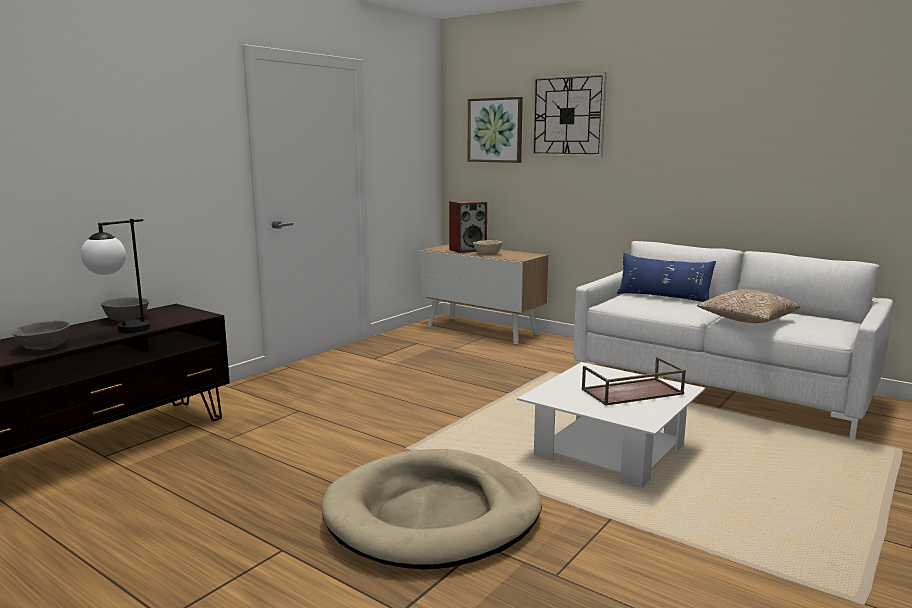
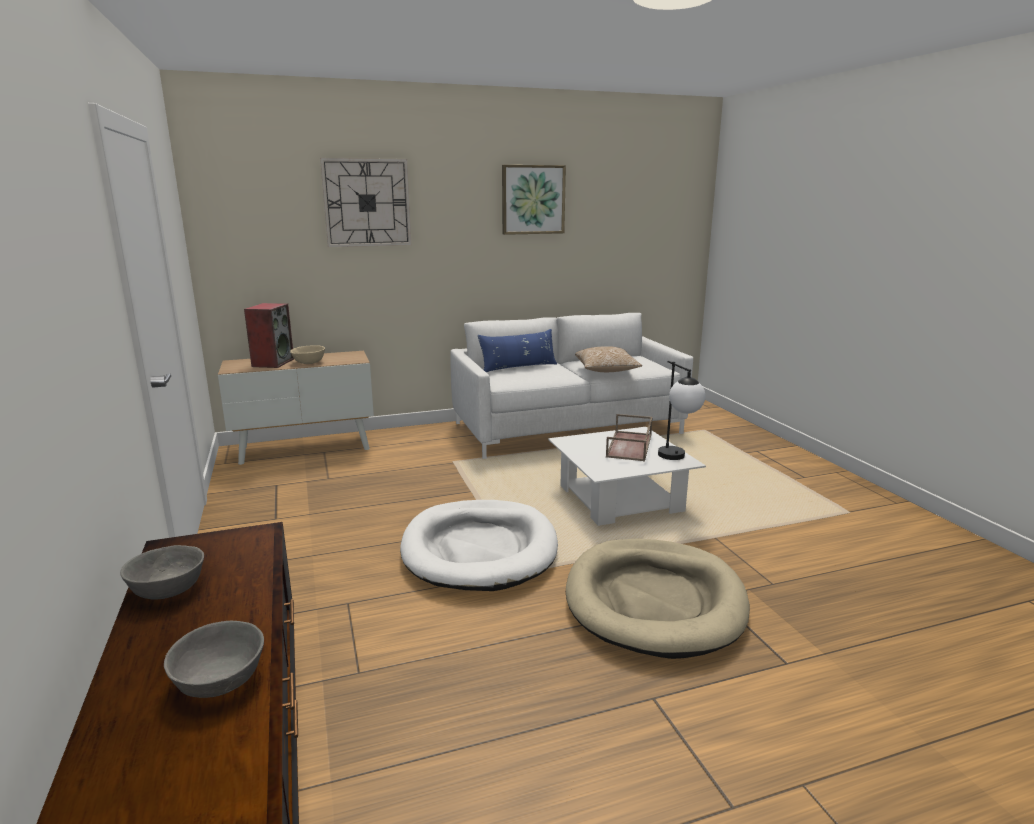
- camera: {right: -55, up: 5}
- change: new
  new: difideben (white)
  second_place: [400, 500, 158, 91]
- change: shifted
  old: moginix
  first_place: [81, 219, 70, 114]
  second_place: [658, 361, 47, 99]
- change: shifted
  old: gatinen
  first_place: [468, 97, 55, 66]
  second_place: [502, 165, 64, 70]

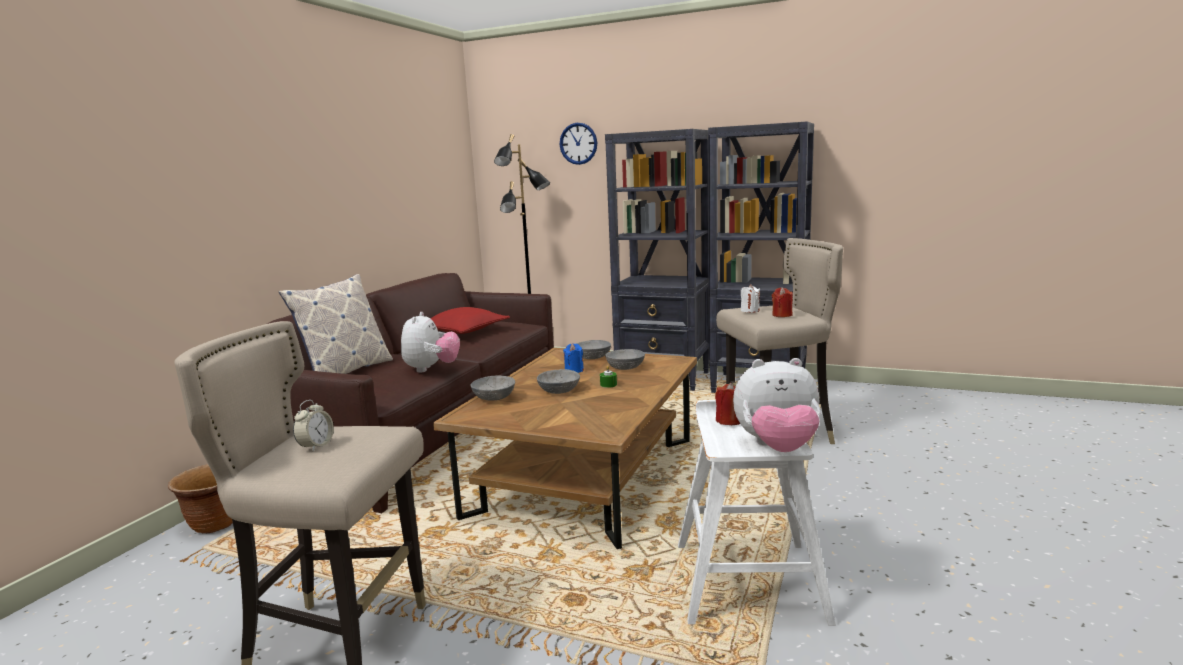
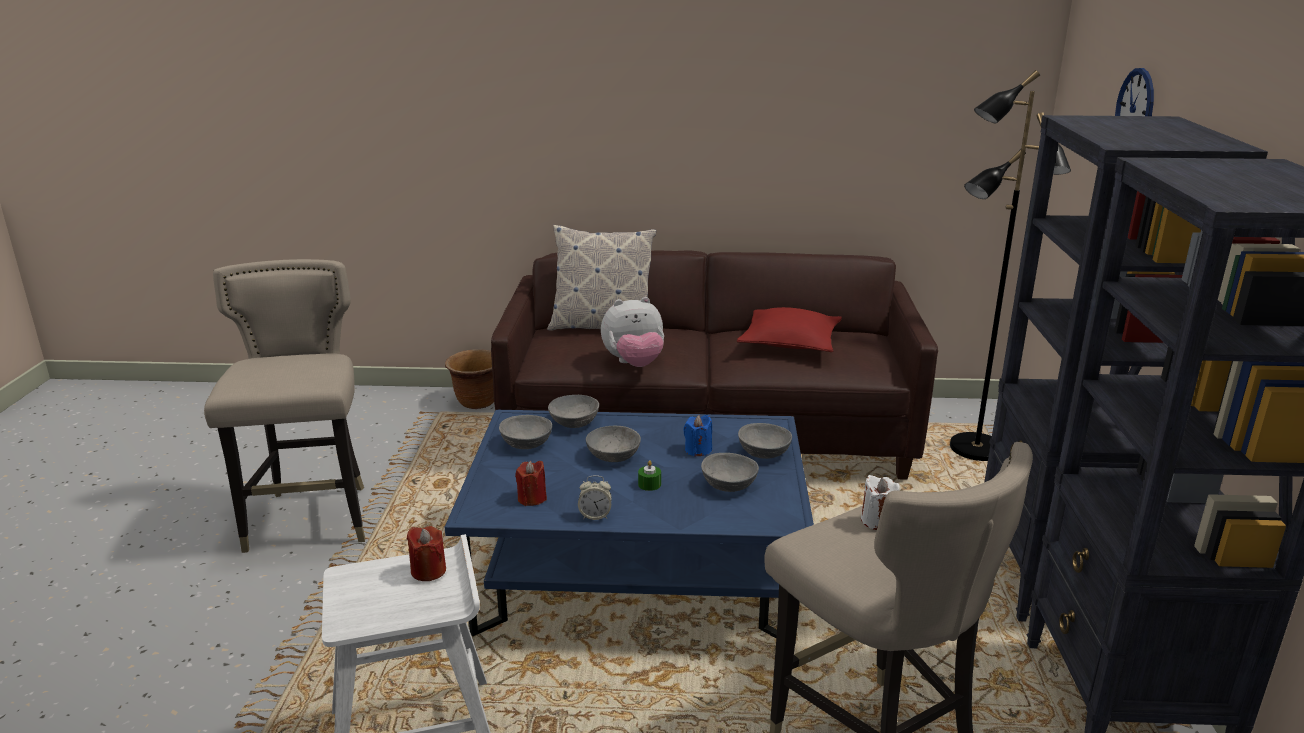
- camera: {right: 70, up: 10}
- change: gone
  old: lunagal
  first_place: [733, 358, 88, 94]
- change: new
  new: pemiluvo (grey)
  second_place: [499, 415, 53, 34]
- change: shifted
  old: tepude
  first_place: [293, 400, 41, 51]
  second_place: [578, 475, 34, 45]
- change: shifted
  old: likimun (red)
  first_place: [772, 287, 21, 30]
  second_place: [515, 461, 32, 45]
- change: repainted
  old: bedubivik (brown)
  new: bedubivik (blue)
  first_place: [433, 348, 264, 201]
  second_place: [445, 410, 369, 228]

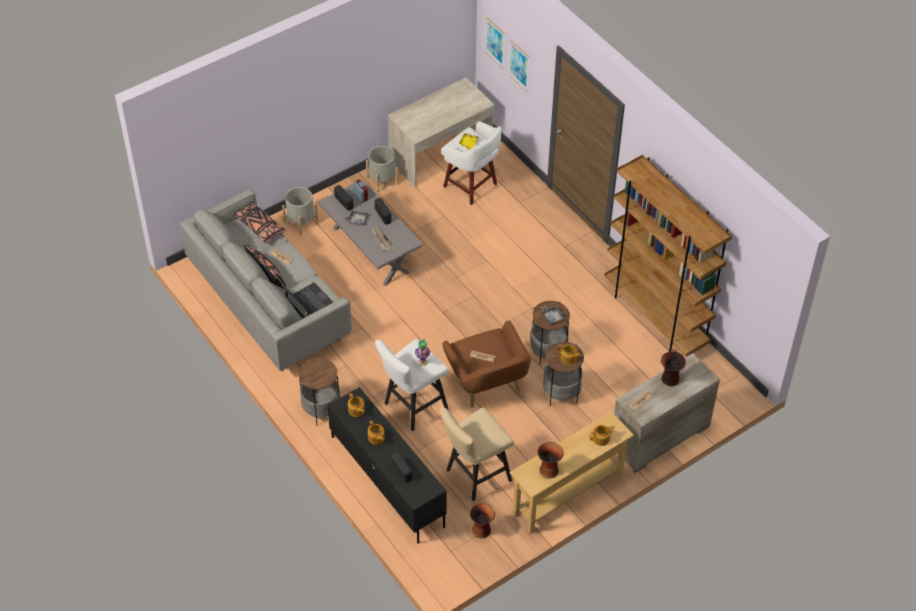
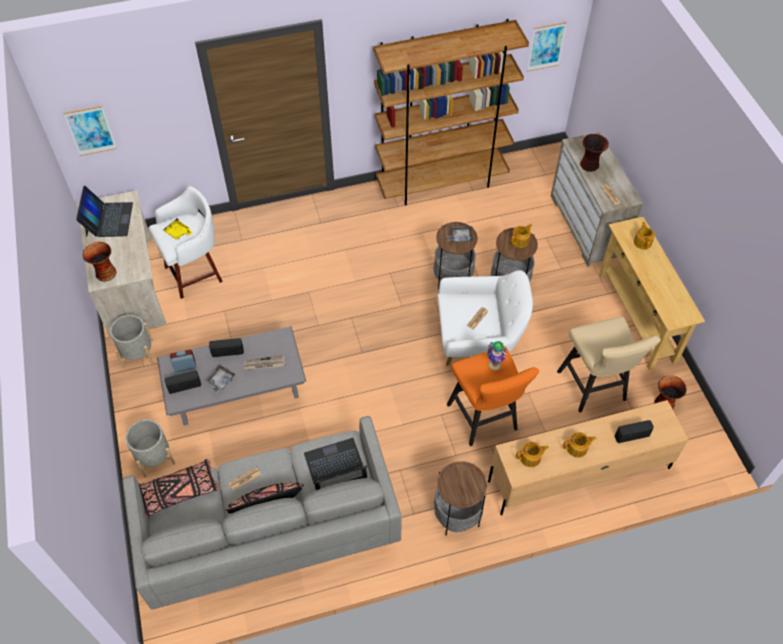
- camera: {right: -70, up: 5}
- change: new
  new: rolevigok
  second_place: [76, 186, 57, 51]
- change: shifted
  old: gatinen
  first_place: [509, 40, 20, 51]
  second_place: [527, 22, 40, 49]
- change: shifted
  old: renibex
  first_place: [537, 442, 27, 36]
  second_place: [83, 242, 34, 40]
- change: repainted
  old: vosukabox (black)
  new: vosukabox (beige)
  first_place: [327, 387, 120, 157]
  second_place: [488, 400, 201, 115]
- change: repainted
  old: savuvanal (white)
  new: savuvanal (orange)
  first_place: [375, 339, 73, 92]
  second_place: [447, 346, 92, 100]
- change: repainted
  old: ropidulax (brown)
  new: ropidulax (white)
  first_place: [443, 321, 88, 87]
  second_place: [438, 270, 95, 96]

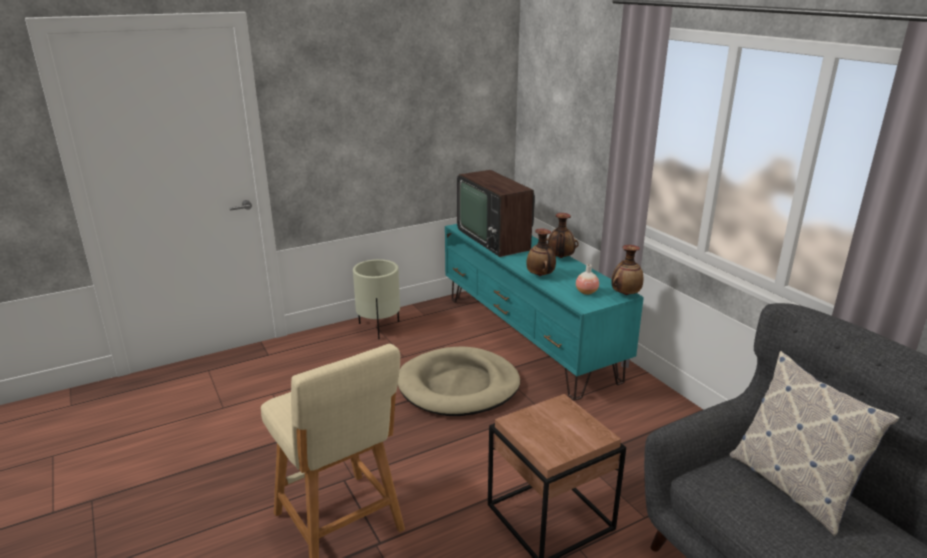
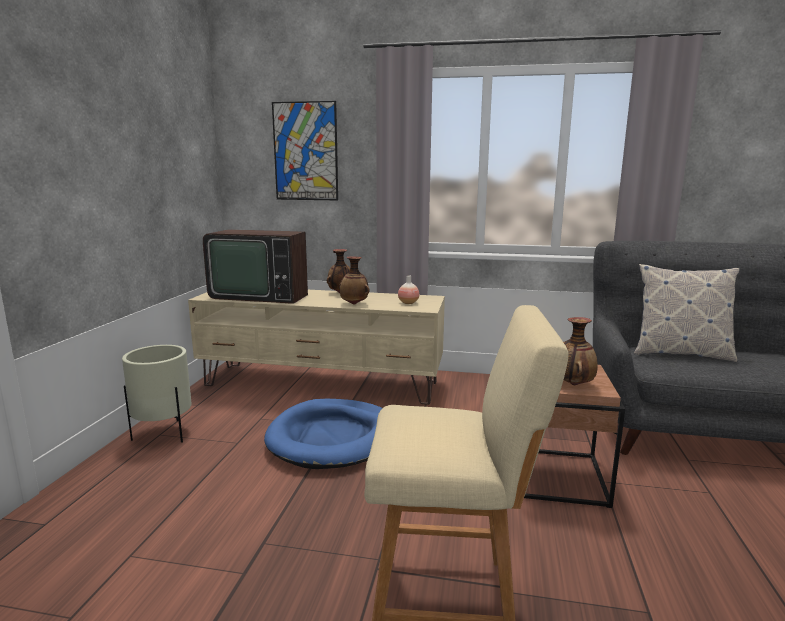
- camera: {right: -50, up: -10}
- change: new
  new: gatinen
  second_place: [272, 101, 66, 99]
- change: shifted
  old: renibex
  first_place: [612, 245, 31, 50]
  second_place: [563, 317, 35, 68]
- change: repainted
  old: difideben (beige)
  new: difideben (blue)
  first_place: [398, 346, 122, 70]
  second_place: [264, 399, 118, 70]
- change: repainted
  old: vosukabox (turquoise)
  new: vosukabox (beige)
  first_place: [445, 224, 199, 177]
  second_place: [188, 290, 257, 115]

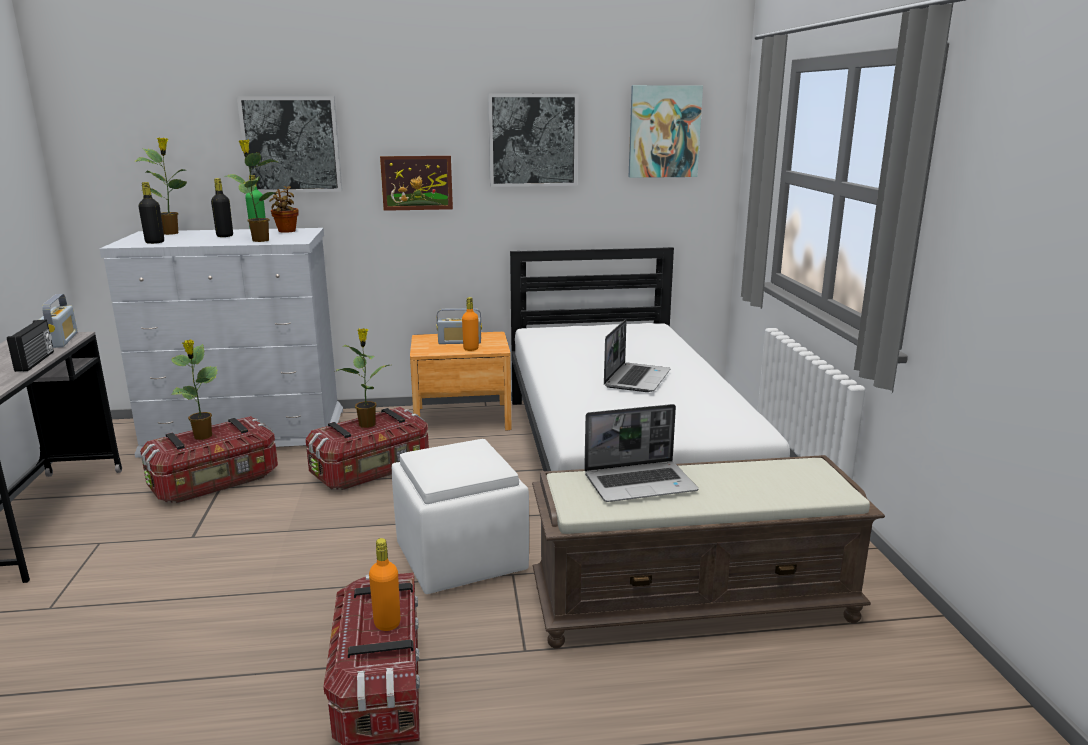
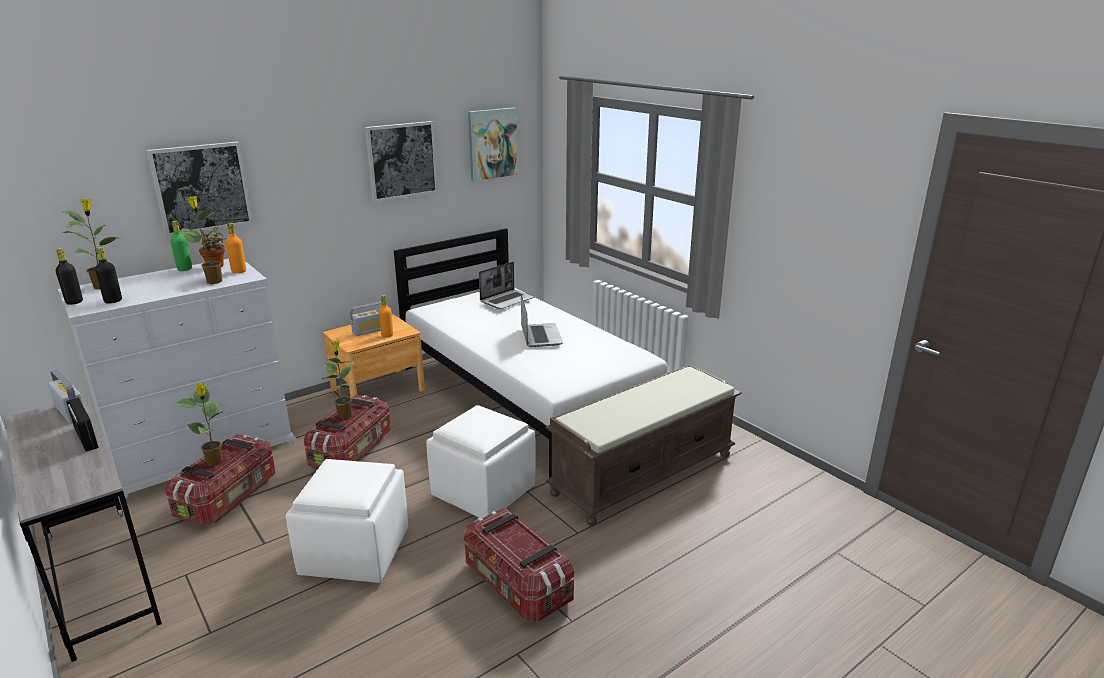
- camera: {right: -30, up: 5}
- change: gone
  old: gatinen
  first_place: [380, 156, 73, 55]
- change: new
  new: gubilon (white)
  second_place: [286, 459, 122, 124]
- change: shifted
  old: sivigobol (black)
  first_place: [211, 178, 22, 59]
  second_place: [56, 248, 27, 57]
- change: shifted
  old: sivigobol (orange)
  first_place: [369, 538, 32, 93]
  second_place: [225, 223, 21, 50]
- change: shifted
  old: rolevigok
  first_place: [584, 404, 115, 98]
  second_place: [479, 262, 55, 47]

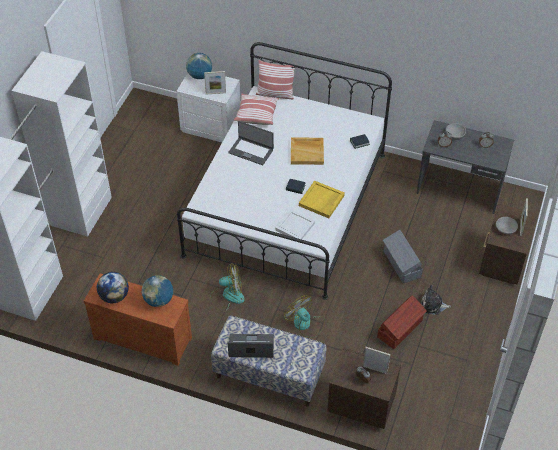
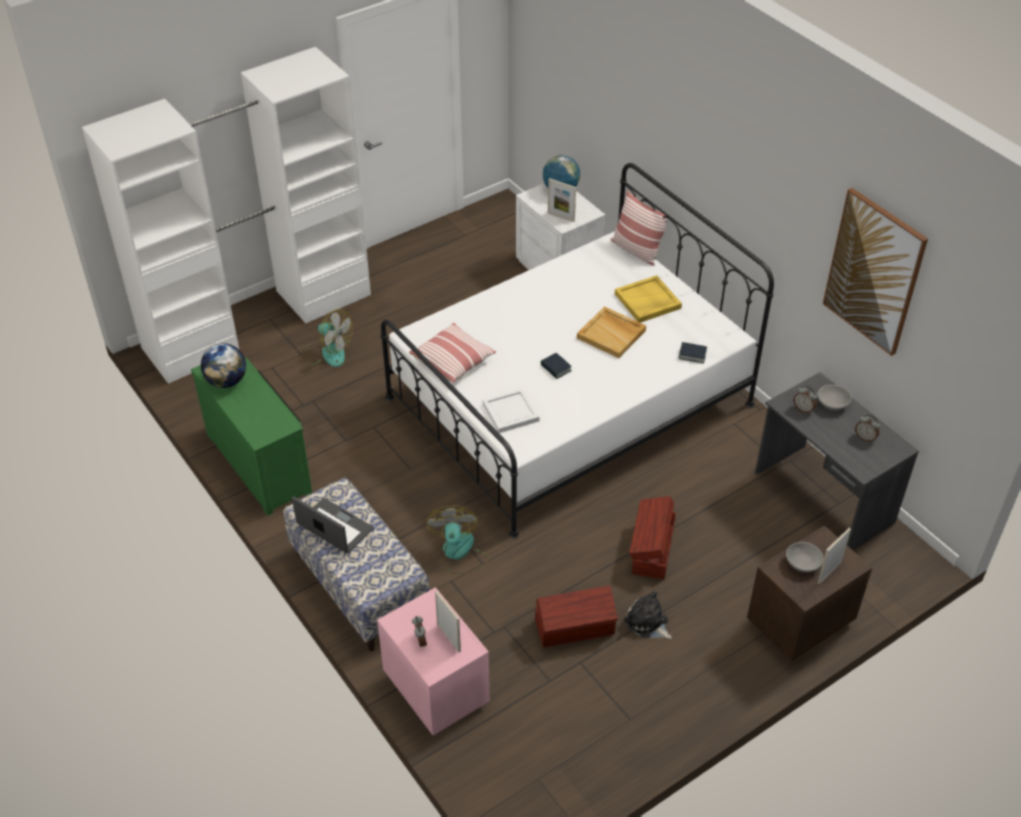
- camera: {right: 35, up: -5}
- change: gone
  old: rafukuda
  first_place: [142, 275, 31, 32]
- change: gone
  old: rolevigok
  first_place: [228, 121, 46, 44]
- change: new
  new: gatinen
  second_place: [823, 188, 105, 168]
- change: shifted
  old: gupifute
  first_place: [211, 263, 34, 49]
  second_place: [303, 309, 50, 58]
- change: shifted
  old: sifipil
  first_place: [234, 94, 45, 31]
  second_place: [409, 323, 87, 60]
- change: shifted
  old: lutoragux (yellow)
  first_place: [299, 180, 46, 38]
  second_place: [615, 275, 67, 48]
- change: repainted
  old: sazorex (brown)
  new: sazorex (green)
  first_place: [84, 273, 108, 93]
  second_place: [191, 357, 121, 159]
- change: repainted
  old: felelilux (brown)
  new: felelilux (pink)
  first_place: [327, 347, 74, 82]
  second_place: [377, 587, 113, 148]
- change: repainted
  old: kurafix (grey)
  new: kurafix (brown)
  first_place: [383, 230, 40, 54]
  second_place: [629, 496, 47, 83]

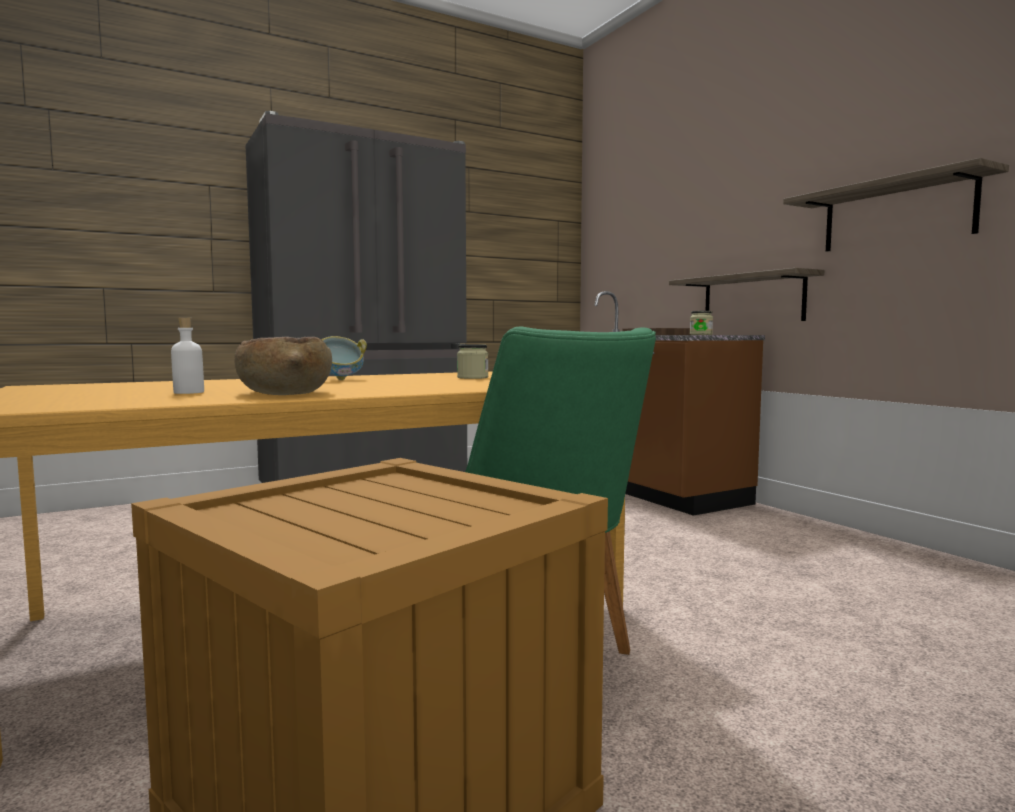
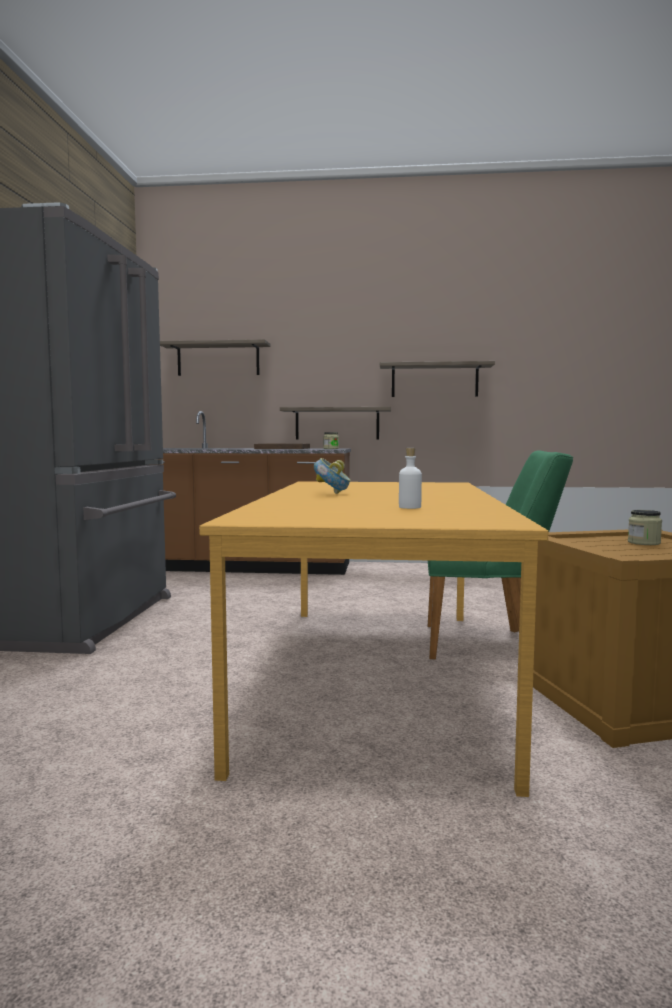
- camera: {right: -55, up: 0}
- change: gone
  old: pemiluvo (brown)
  first_place: [234, 337, 98, 58]
- change: new
  new: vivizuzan
  second_place: [160, 339, 110, 37]
- change: shifted
  old: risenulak
  first_place: [457, 344, 31, 35]
  second_place: [628, 510, 34, 35]

